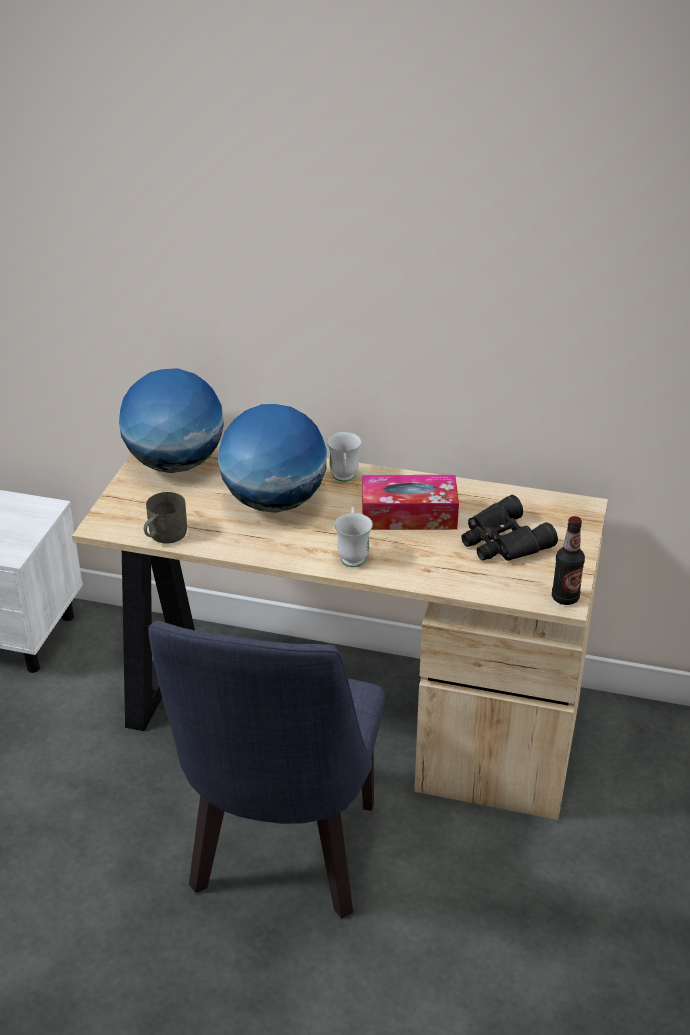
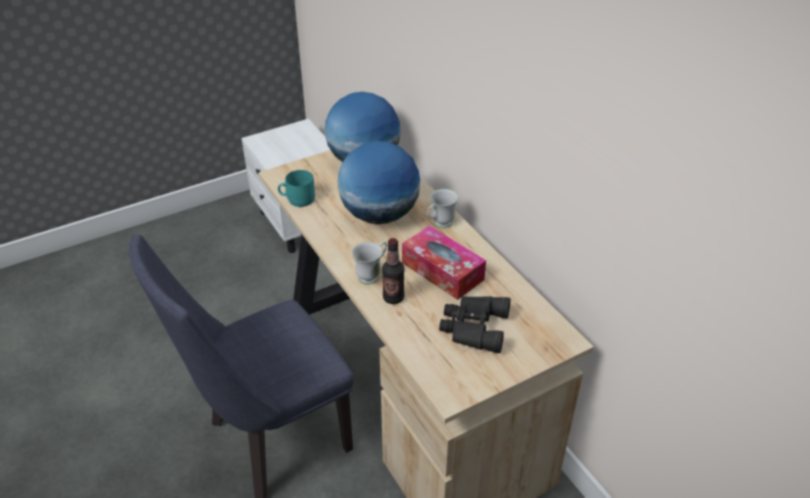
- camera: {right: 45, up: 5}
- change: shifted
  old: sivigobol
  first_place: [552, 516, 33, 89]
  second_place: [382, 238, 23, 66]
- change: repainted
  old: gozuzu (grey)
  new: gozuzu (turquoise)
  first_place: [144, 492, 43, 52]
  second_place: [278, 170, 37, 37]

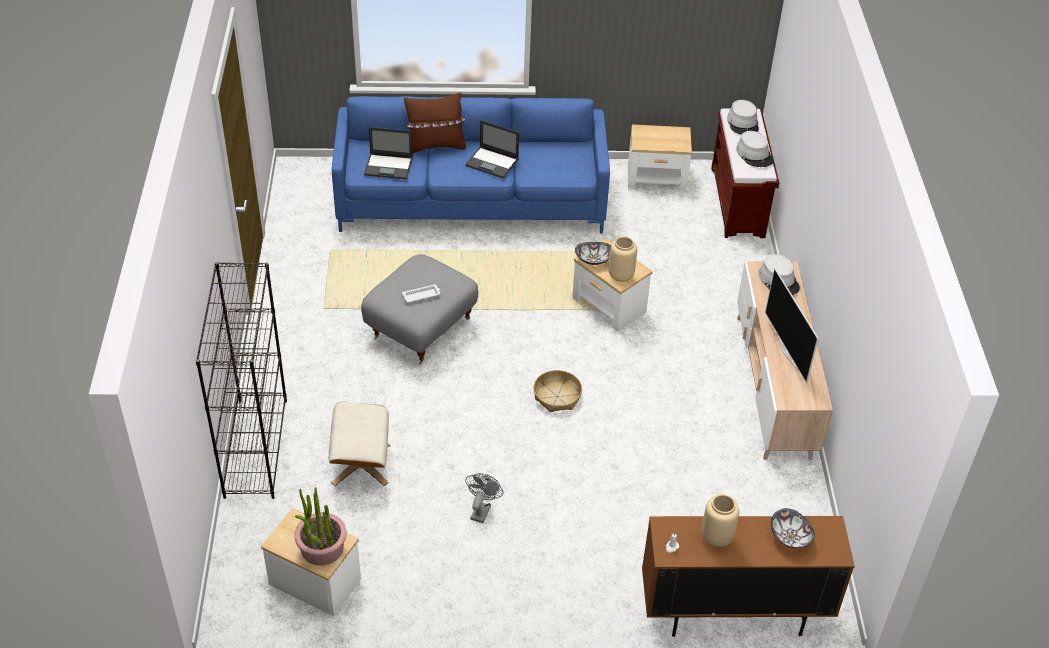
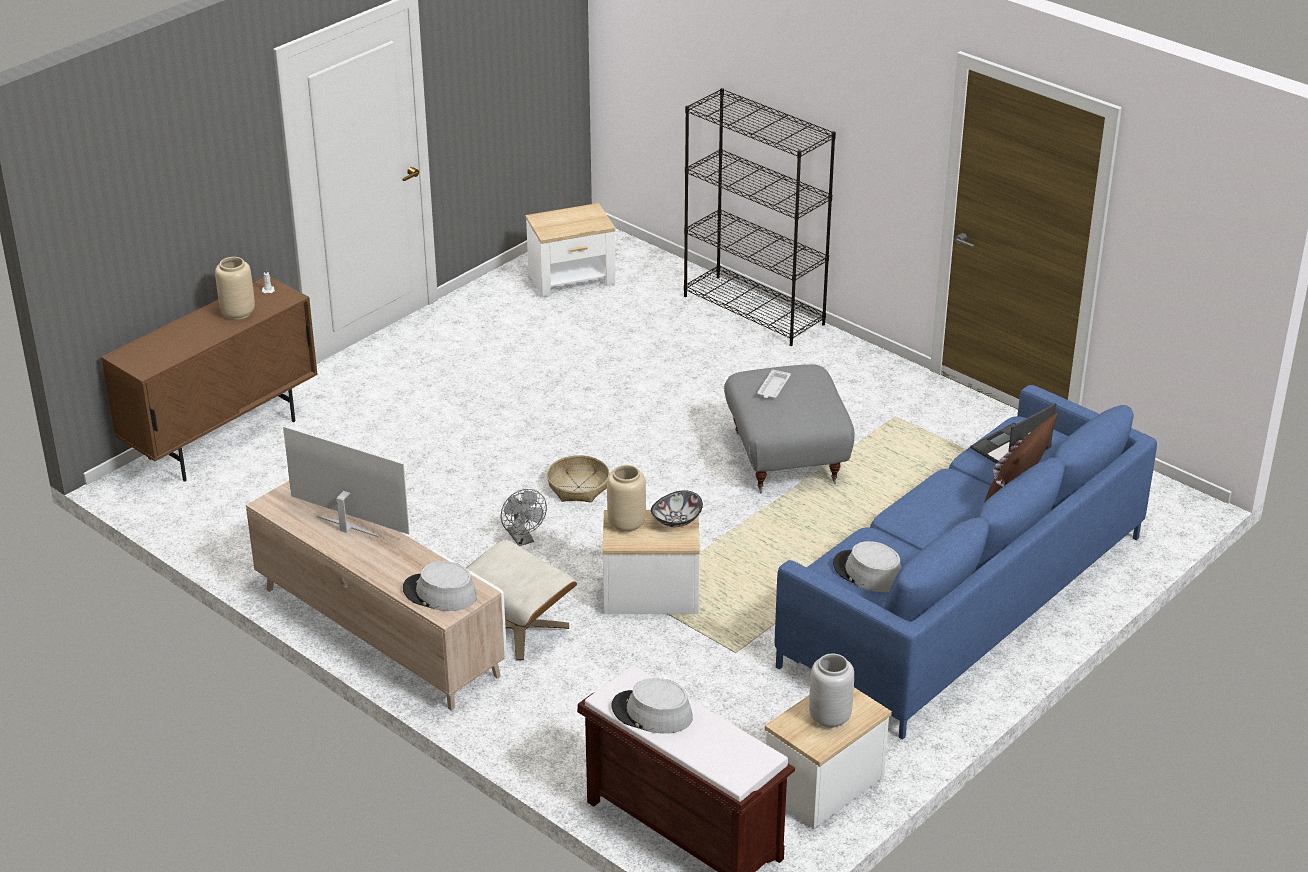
- camera: {right: 135, up: -10}
- change: gone
  old: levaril
  first_place: [294, 487, 53, 78]
- change: gone
  old: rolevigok
  first_place: [465, 120, 54, 59]
- change: gone
  old: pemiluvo
  first_place: [771, 508, 44, 41]
- change: new
  new: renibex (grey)
  second_place: [809, 654, 45, 74]
- change: shifted
  old: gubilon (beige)
  first_place: [329, 402, 62, 84]
  second_place: [466, 540, 111, 121]
- change: shifted
  old: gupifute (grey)
  first_place: [465, 473, 38, 50]
  second_place: [501, 489, 46, 57]
- change: shifted
  old: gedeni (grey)
  first_place: [727, 100, 32, 35]
  second_place: [833, 541, 69, 51]

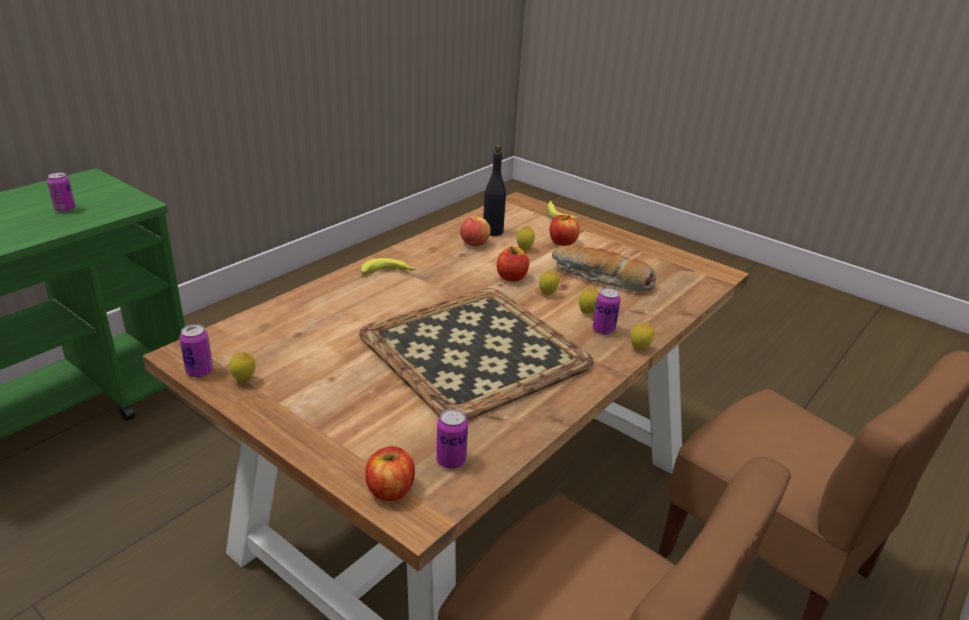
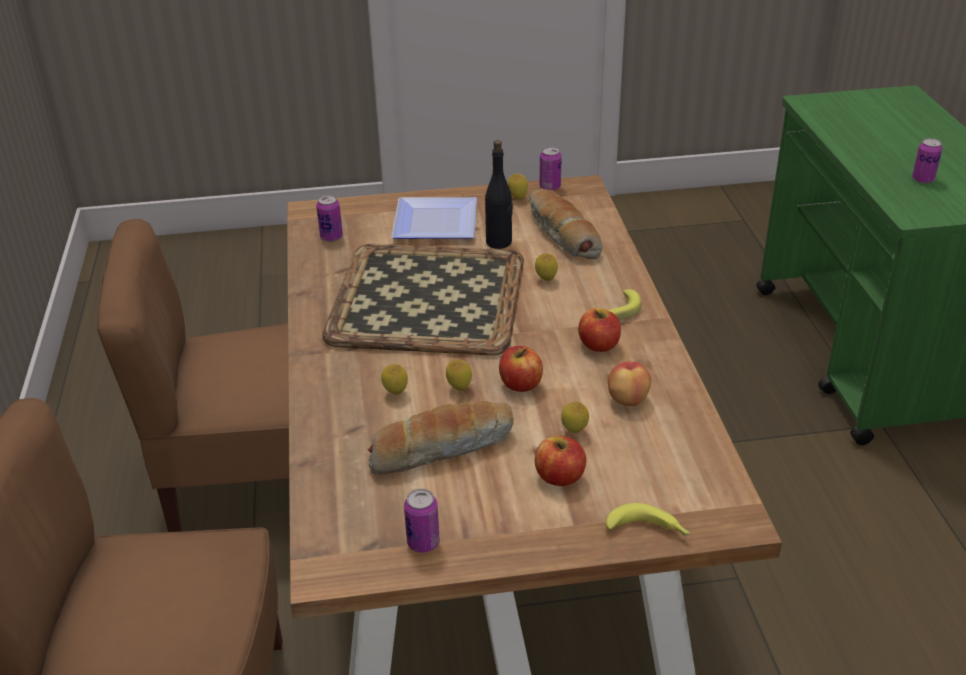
- camera: {right: 135, up: 5}
- change: new
  new: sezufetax
  second_place: [391, 197, 86, 42]
- change: new
  new: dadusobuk
  second_place: [529, 189, 74, 70]
- change: shifted
  old: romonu
  first_place: [365, 446, 50, 55]
  second_place: [578, 308, 43, 44]
- change: shifted
  old: sivigobol (black)
  first_place: [483, 145, 23, 91]
  second_place: [485, 140, 28, 109]
- change: shifted
  old: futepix
  first_place: [593, 288, 28, 47]
  second_place: [404, 489, 36, 64]
- change: shifted
  old: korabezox
  first_place: [631, 322, 23, 28]
  second_place: [535, 253, 23, 28]

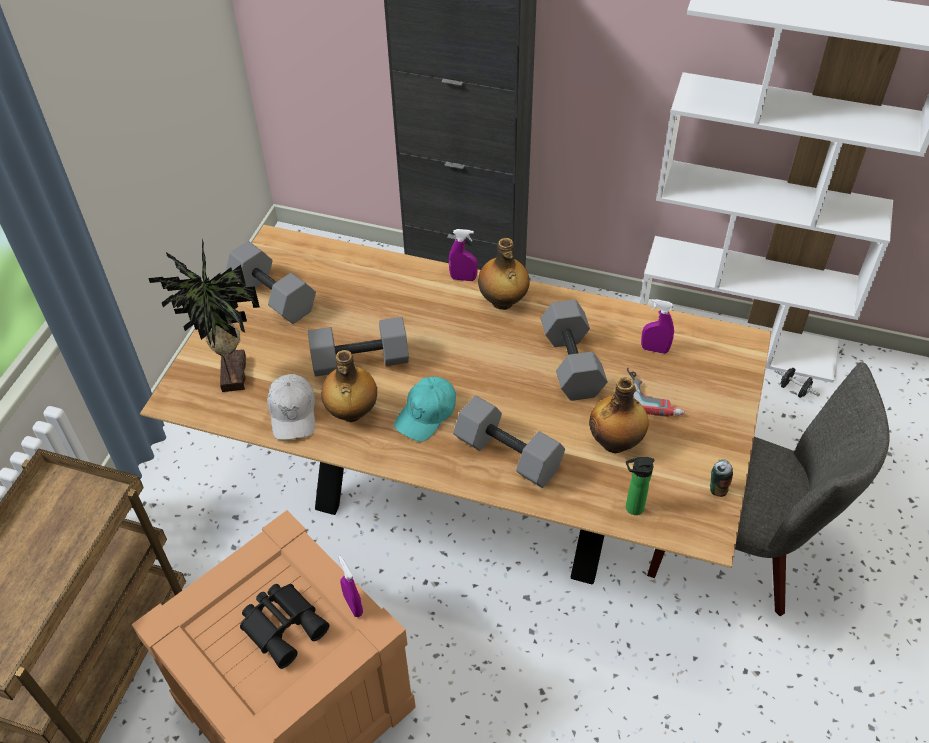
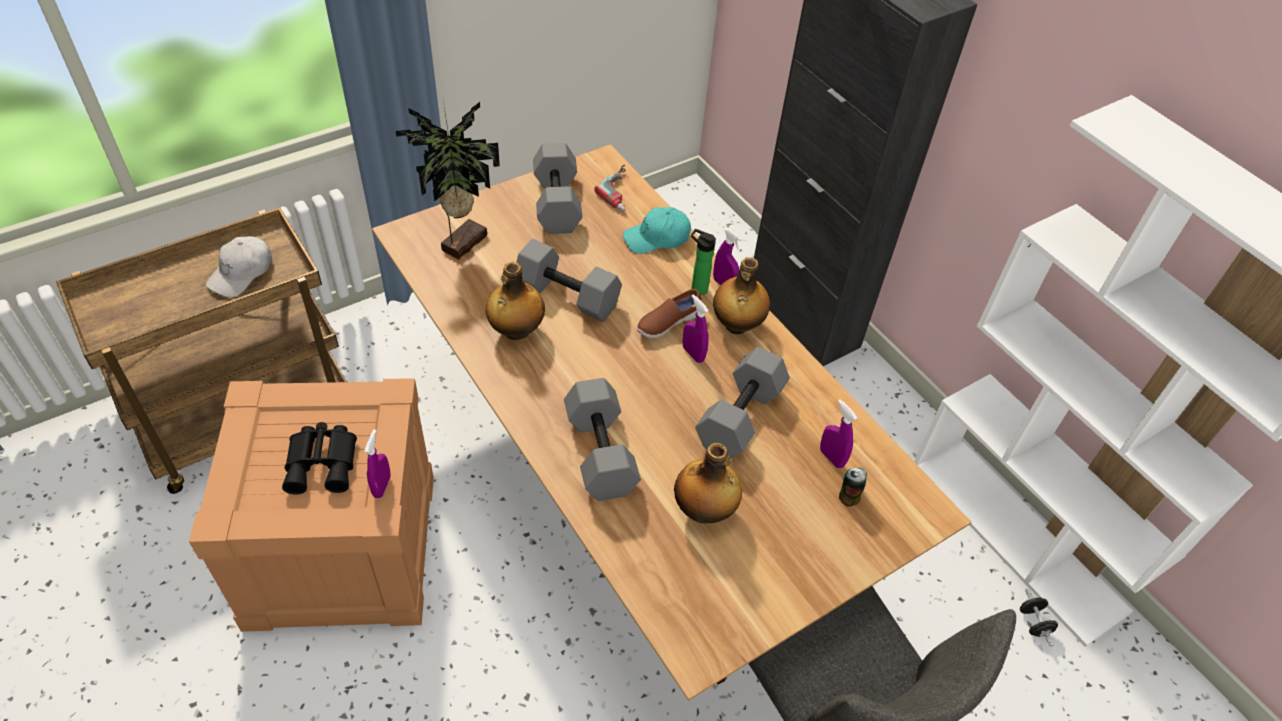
- camera: {right: 35, up: 0}
- change: new
  new: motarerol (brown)
  second_place: [636, 289, 66, 49]
- change: new
  new: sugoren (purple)
  second_place: [683, 294, 25, 69]
- change: shifted
  old: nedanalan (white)
  first_place: [267, 374, 48, 66]
  second_place: [206, 236, 66, 62]
- change: shifted
  old: nedanalan (turquoise)
  first_place: [394, 377, 62, 65]
  second_place: [623, 207, 68, 47]
- change: shifted
  old: sivigobol
  first_place: [626, 457, 28, 58]
  second_place: [691, 229, 25, 66]
- change: shifted
  old: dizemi
  first_place: [627, 368, 58, 49]
  second_place: [594, 165, 32, 46]
- change: shifted
  old: futepix
  first_place: [710, 459, 23, 38]
  second_place: [839, 467, 28, 40]

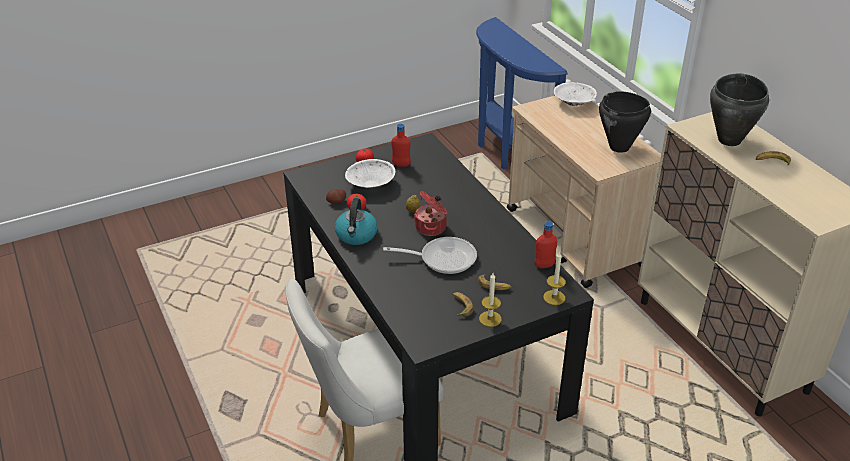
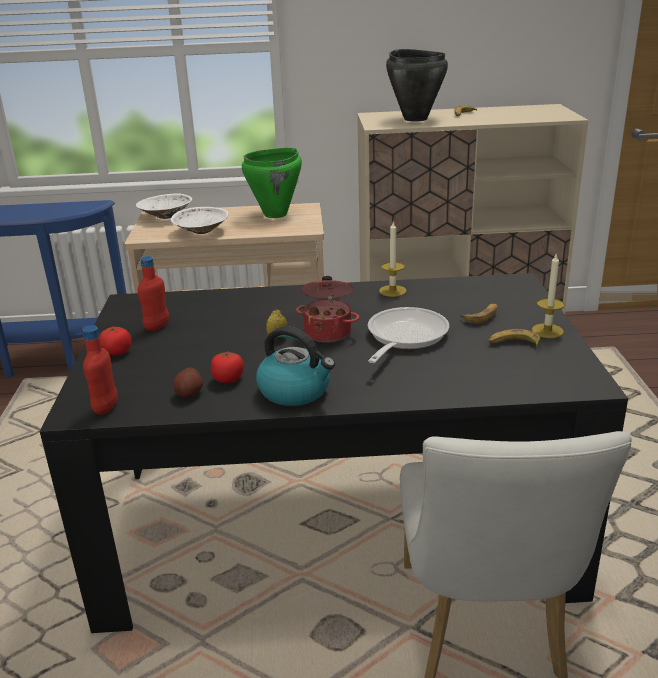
- camera: {right: -65, up: -10}
- change: shifted
  old: pemiluvo (white)
  first_place: [345, 159, 50, 29]
  second_place: [171, 207, 58, 27]
- change: shifted
  old: sivigobol (red)
  first_place: [534, 221, 24, 47]
  second_place: [82, 325, 36, 90]
- change: shifted
  old: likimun
  first_place: [543, 251, 23, 54]
  second_place: [379, 222, 28, 75]
- change: repainted
  old: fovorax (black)
  new: fovorax (green)
  first_place: [599, 91, 52, 62]
  second_place: [242, 148, 60, 70]

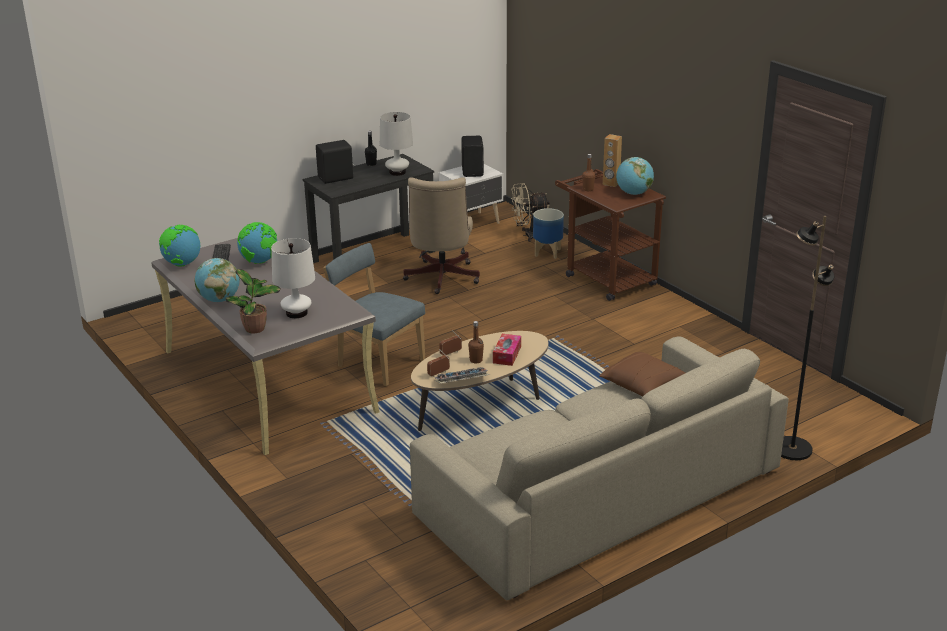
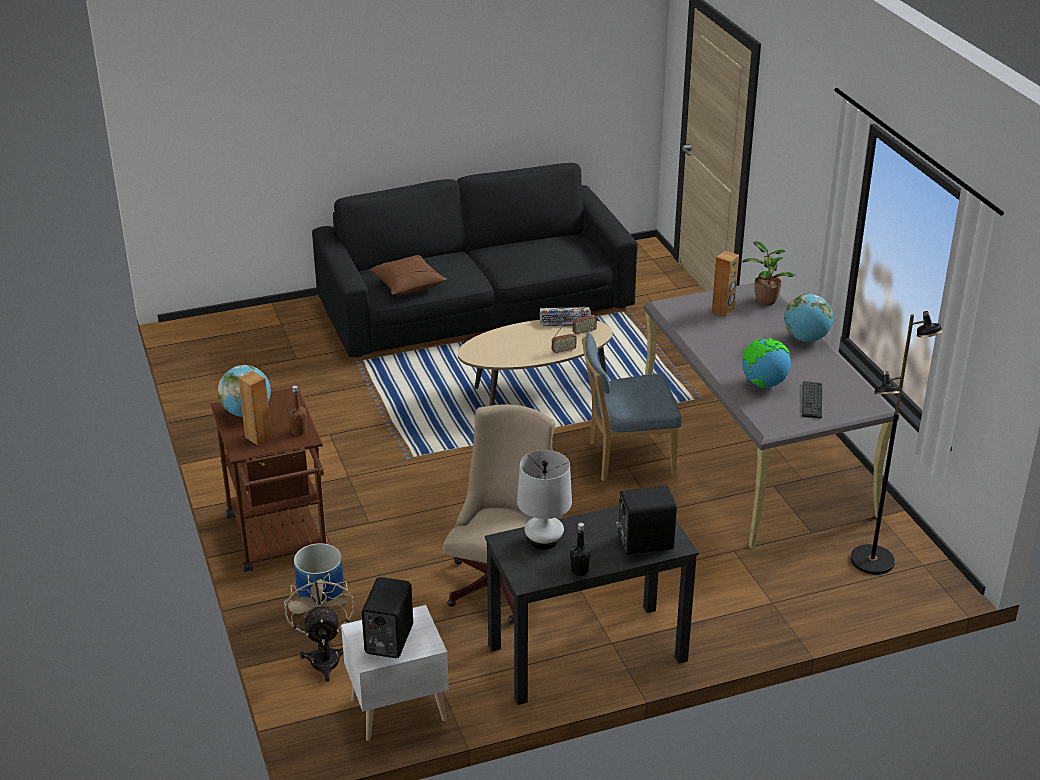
- camera: {right: -165, up: 5}
- change: gone
  old: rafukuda
  first_place: [159, 225, 41, 42]
- change: gone
  old: sivigobol (brown)
  first_place: [468, 321, 16, 42]
- change: gone
  old: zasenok
  first_place: [493, 334, 28, 32]
- change: shifted
  old: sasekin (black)
  first_place: [781, 216, 53, 244]
  second_place: [851, 311, 92, 264]
- change: swapped
  old: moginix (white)
  new: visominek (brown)
  first_place: [271, 238, 44, 81]
  second_place: [712, 251, 27, 66]
- change: repainted
  old: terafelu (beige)
  new: terafelu (black)
  first_place: [410, 336, 379, 265]
  second_place: [312, 163, 326, 195]
- change: rotated
  old: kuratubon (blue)
  first_place: [323, 243, 102, 143]
  second_place: [582, 333, 99, 149]
  degrees: 120
- change: rotated
  old: gupifute (beige)
  first_place: [511, 183, 38, 59]
  second_place: [284, 573, 71, 109]
  degrees: -105

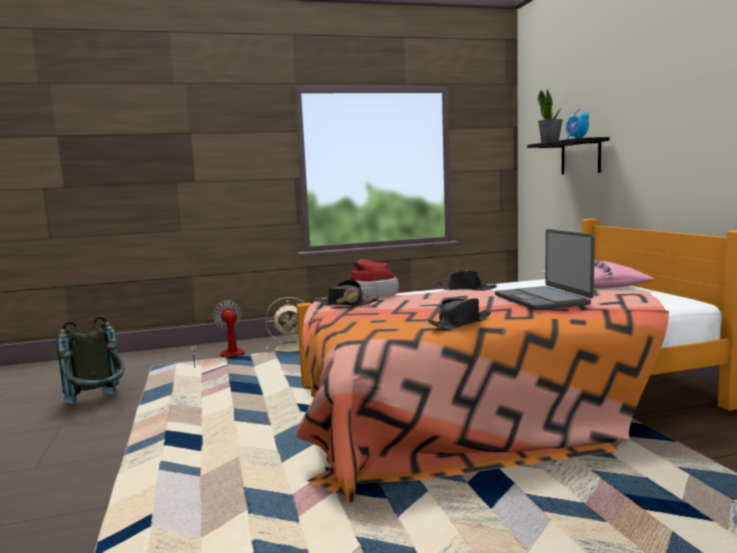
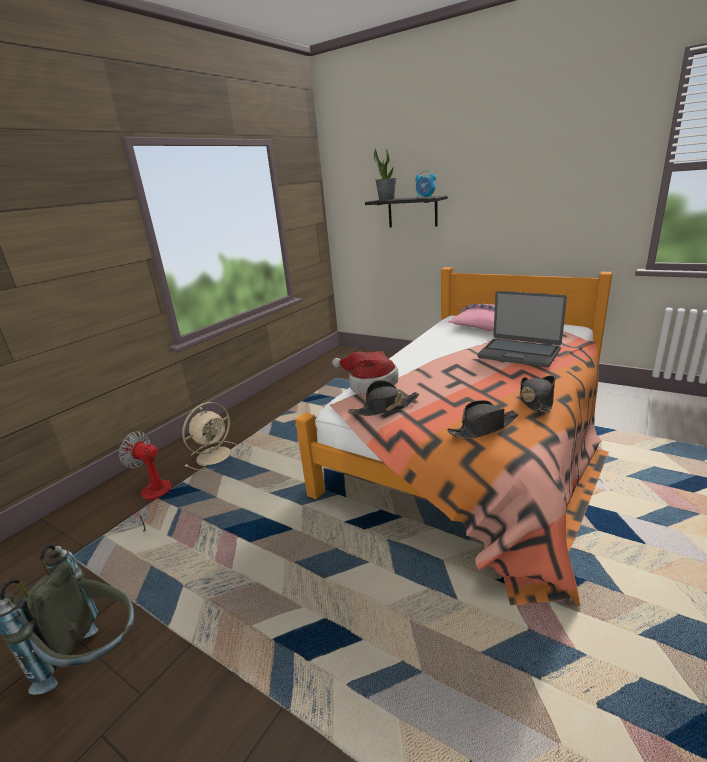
- camera: {right: -40, up: 15}
- change: shifted
  old: gedeni (black)
  first_place: [434, 271, 63, 19]
  second_place: [447, 400, 72, 39]

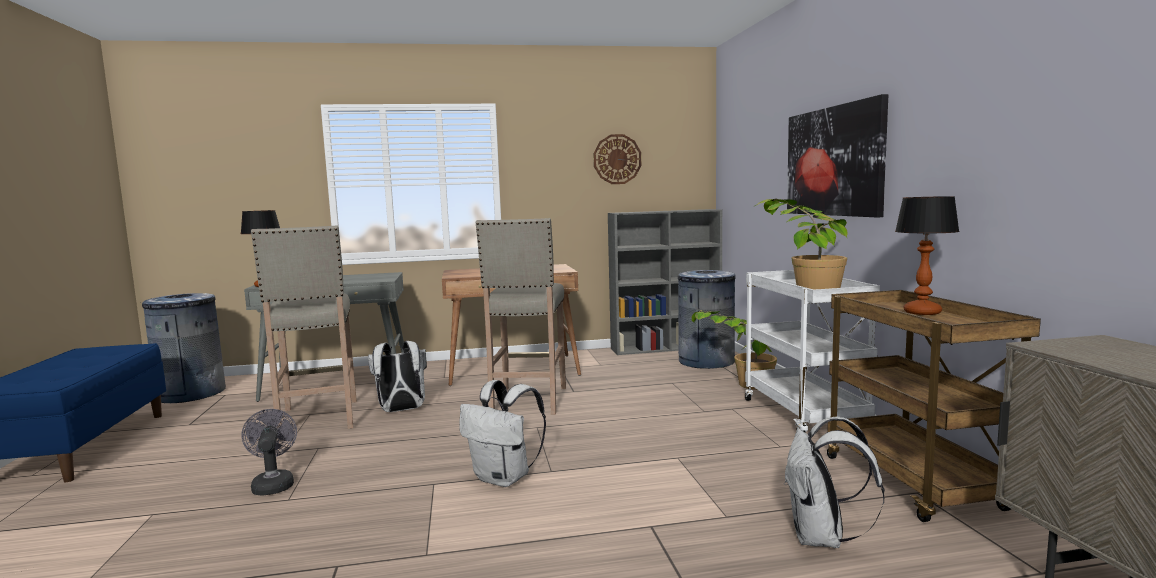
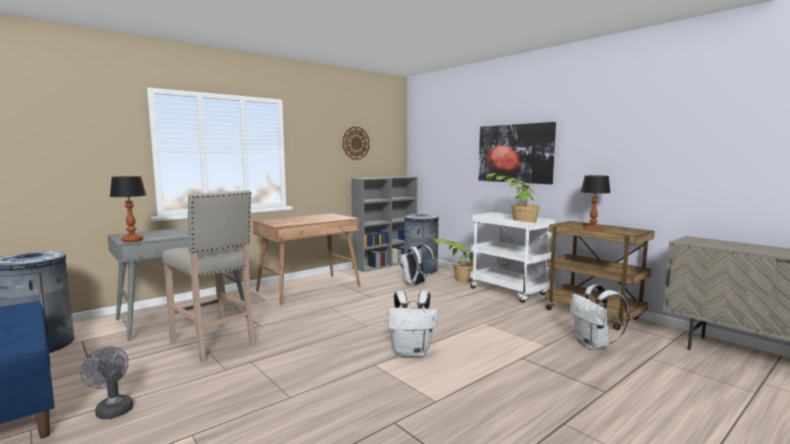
- camera: {right: -30, up: 0}
- change: gone
  old: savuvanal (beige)
  first_place: [476, 218, 90, 197]
- change: shifted
  old: gupifute (grey)
  first_place: [241, 409, 56, 87]
  second_place: [80, 346, 53, 74]
- change: shifted
  old: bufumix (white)
  first_place: [368, 341, 59, 71]
  second_place: [399, 245, 36, 41]

